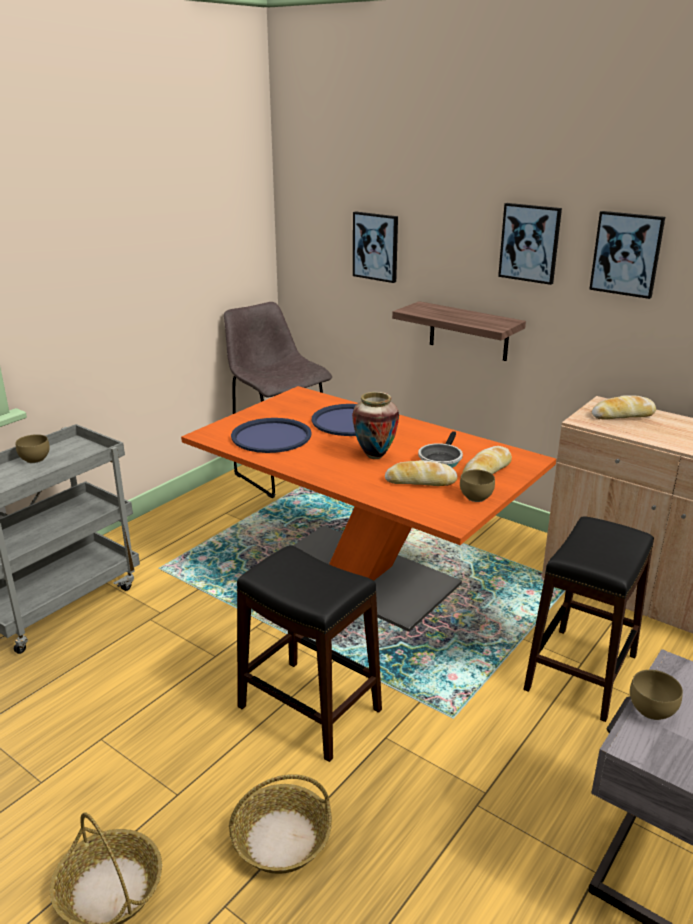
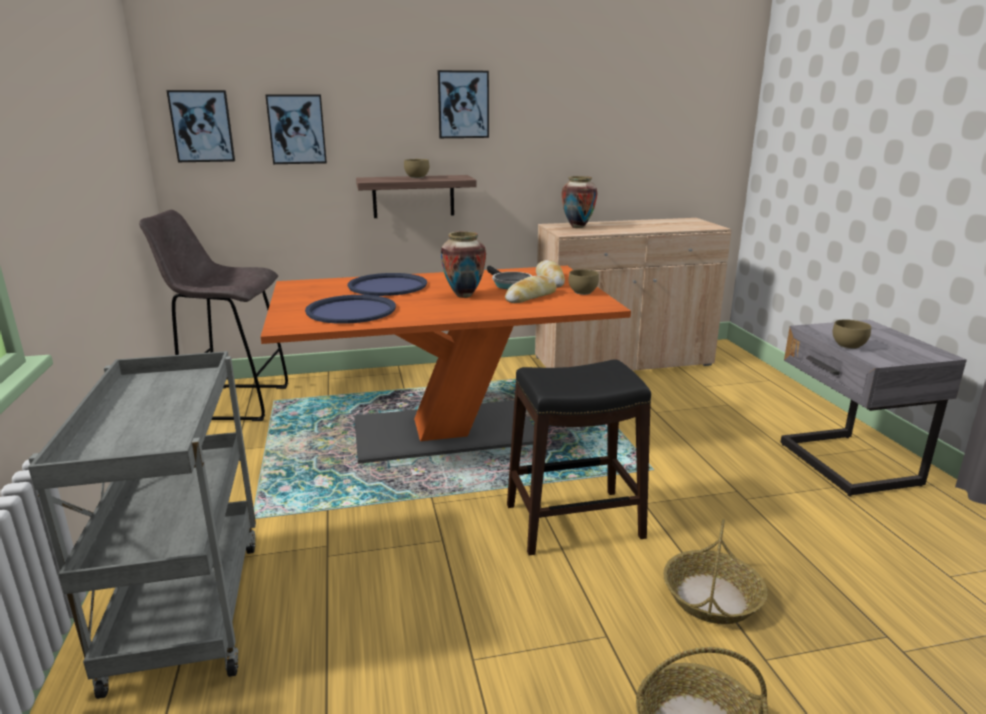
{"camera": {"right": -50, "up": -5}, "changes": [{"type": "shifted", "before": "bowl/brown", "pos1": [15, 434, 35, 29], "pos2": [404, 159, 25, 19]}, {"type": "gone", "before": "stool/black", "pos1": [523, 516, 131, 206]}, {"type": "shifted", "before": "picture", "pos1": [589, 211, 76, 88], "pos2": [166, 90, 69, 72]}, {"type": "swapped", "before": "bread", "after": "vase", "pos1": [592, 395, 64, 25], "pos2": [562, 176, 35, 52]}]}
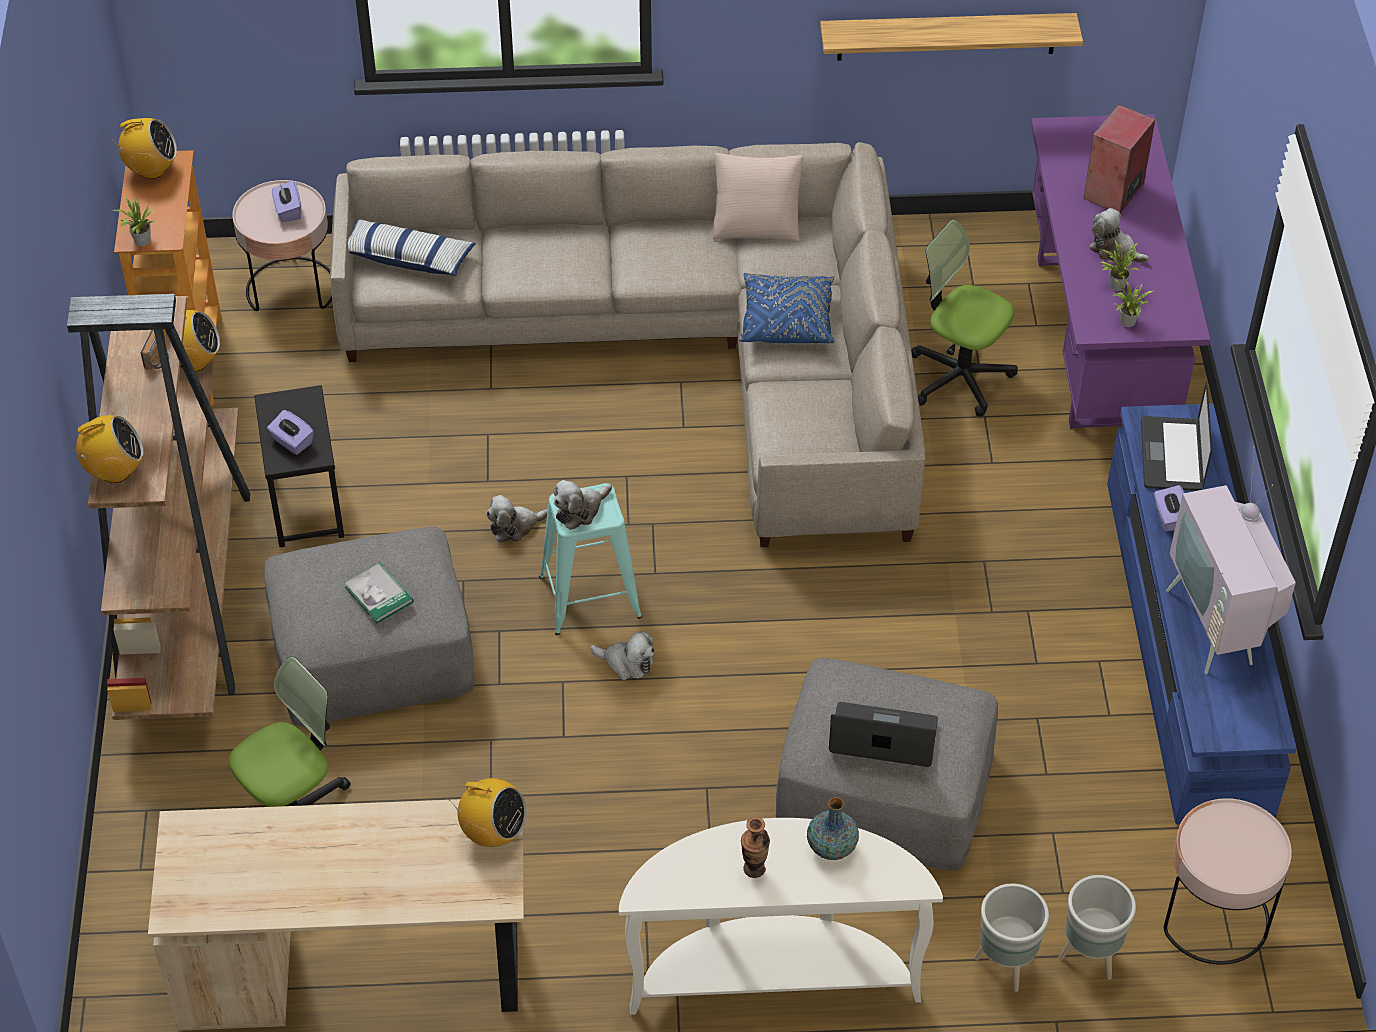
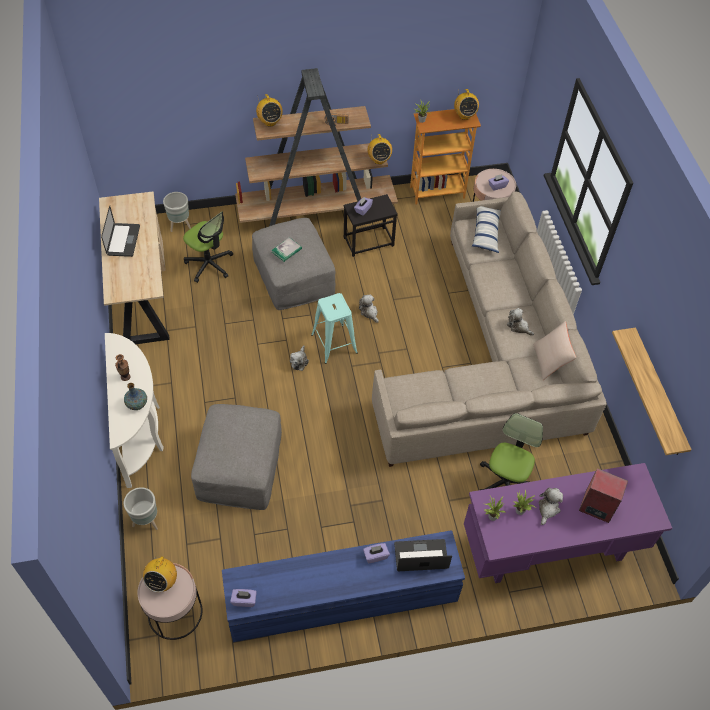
{"camera": {"right": 80, "up": 5}, "changes": [{"type": "shifted", "before": "radio", "pos1": [449, 778, 78, 69], "pos2": [143, 554, 34, 38]}, {"type": "shifted", "before": "plush toy", "pos1": [554, 480, 58, 50], "pos2": [507, 308, 27, 28]}, {"type": "gone", "before": "pillow/blue", "pos1": [739, 273, 95, 70]}, {"type": "shifted", "before": "laptop", "pos1": [829, 702, 109, 65], "pos2": [101, 206, 39, 51]}, {"type": "shifted", "before": "planter/grey", "pos1": [1058, 875, 78, 105], "pos2": [163, 192, 28, 40]}, {"type": "gone", "before": "television", "pos1": [1166, 446, 130, 228]}, {"type": "new", "after": "tissue box/purple", "pos2": [230, 589, 27, 18]}]}
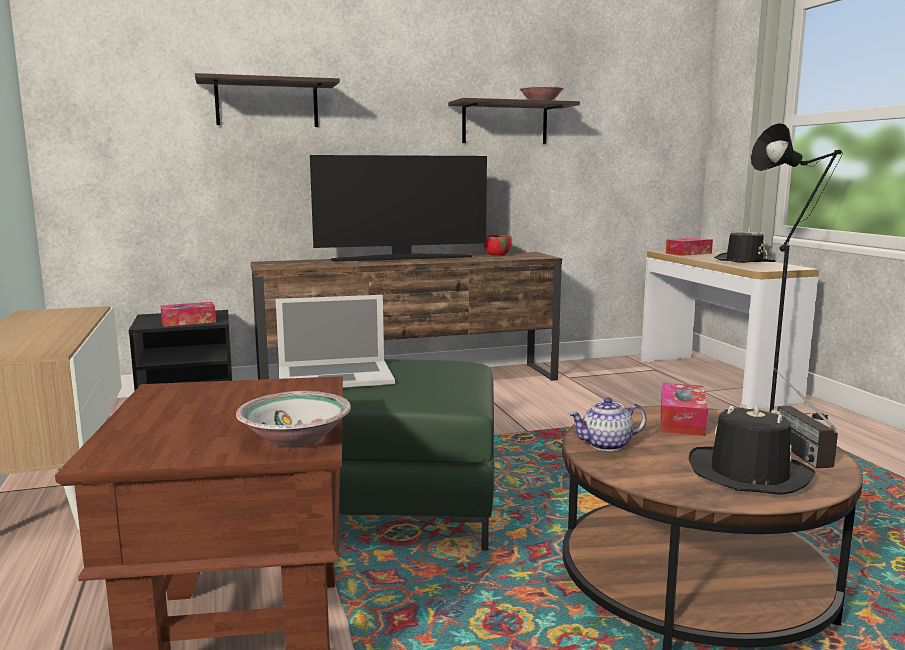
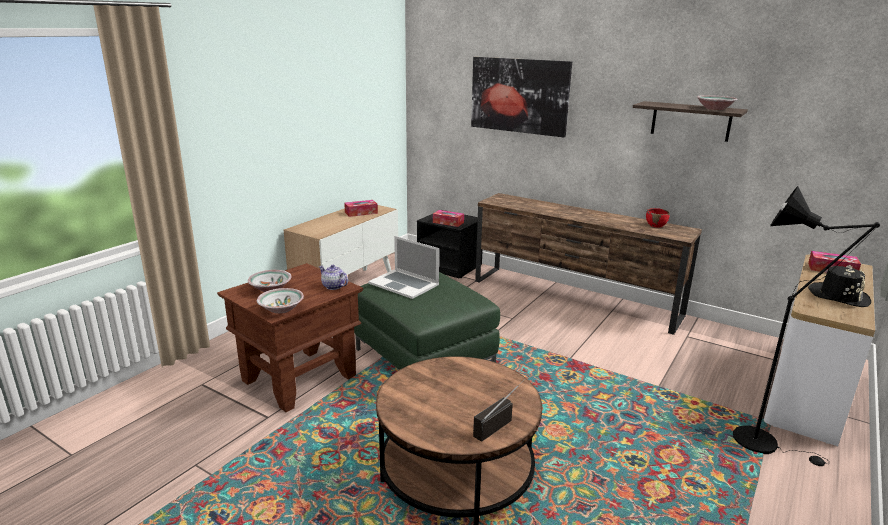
{"camera": {"right": 50, "up": 10}, "changes": [{"type": "swapped", "before": "shelf", "after": "picture", "pos1": [195, 73, 145, 54], "pos2": [471, 57, 101, 80]}, {"type": "gone", "before": "television", "pos1": [310, 155, 177, 107]}, {"type": "shifted", "before": "teapot", "pos1": [568, 397, 79, 54], "pos2": [319, 265, 29, 25]}, {"type": "shifted", "before": "tissue box", "pos1": [661, 383, 47, 53], "pos2": [344, 200, 34, 17]}, {"type": "gone", "before": "hat/black", "pos1": [689, 404, 127, 91]}, {"type": "new", "after": "bowl", "pos2": [248, 270, 44, 22]}]}
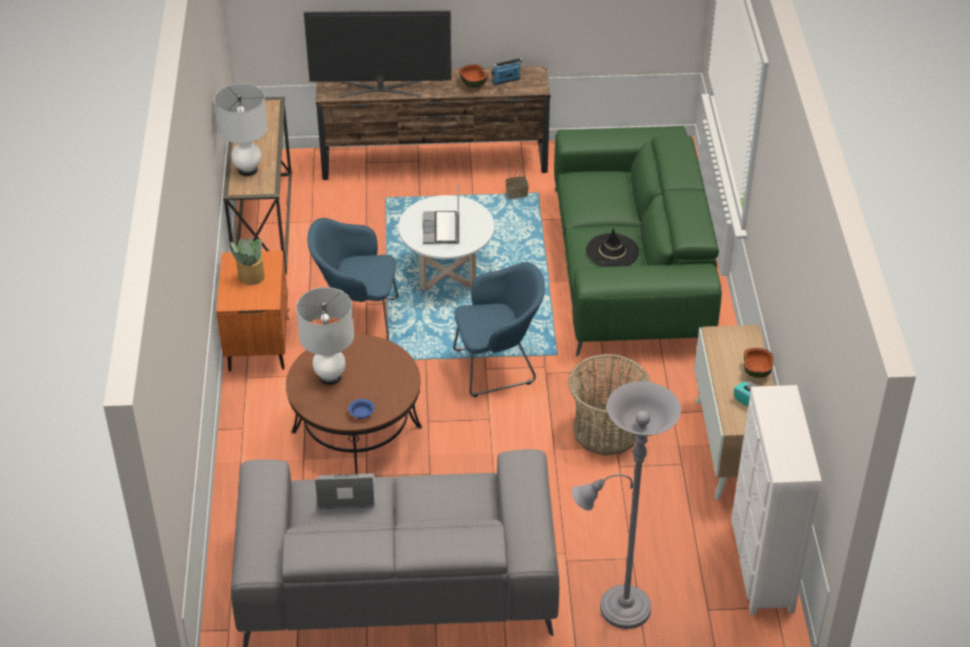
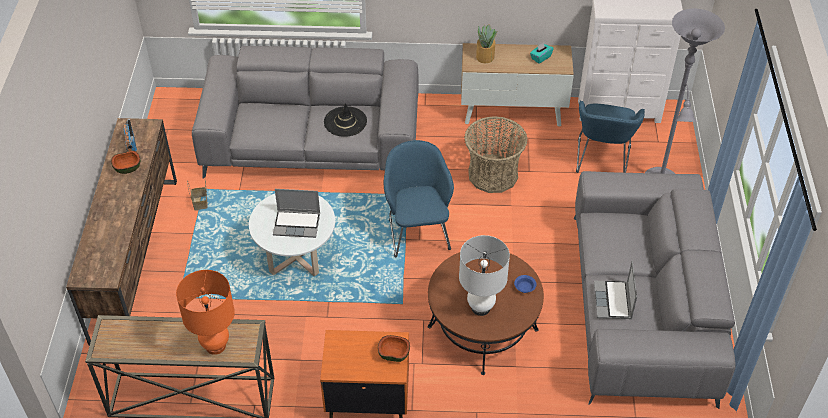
{"camera": {"right": -85, "up": 5}, "changes": [{"type": "repainted", "before": "table lamp/white", "after": "table lamp/orange", "pos1": [214, 83, 54, 93], "pos2": [176, 270, 59, 85]}, {"type": "shifted", "before": "potted plant", "pos1": [231, 237, 34, 48], "pos2": [476, 24, 21, 39]}, {"type": "gone", "before": "television", "pos1": [304, 10, 148, 87]}, {"type": "shifted", "before": "armchair/blue", "pos1": [307, 218, 91, 122], "pos2": [576, 100, 69, 73]}, {"type": "repainted", "before": "sofa/green", "after": "sofa/grey", "pos1": [554, 126, 168, 231], "pos2": [192, 46, 227, 133]}, {"type": "shifted", "before": "bowl", "pos1": [744, 348, 30, 30], "pos2": [378, 335, 32, 27]}]}
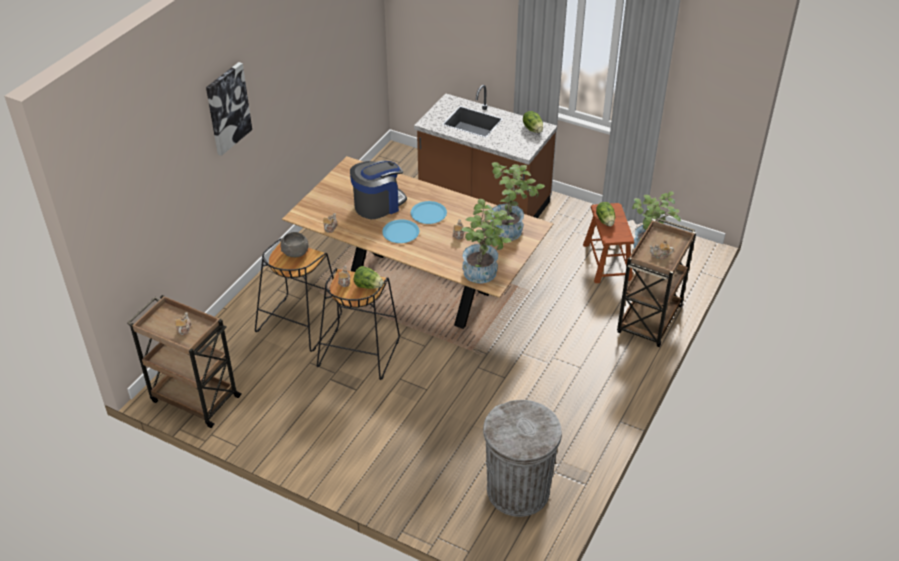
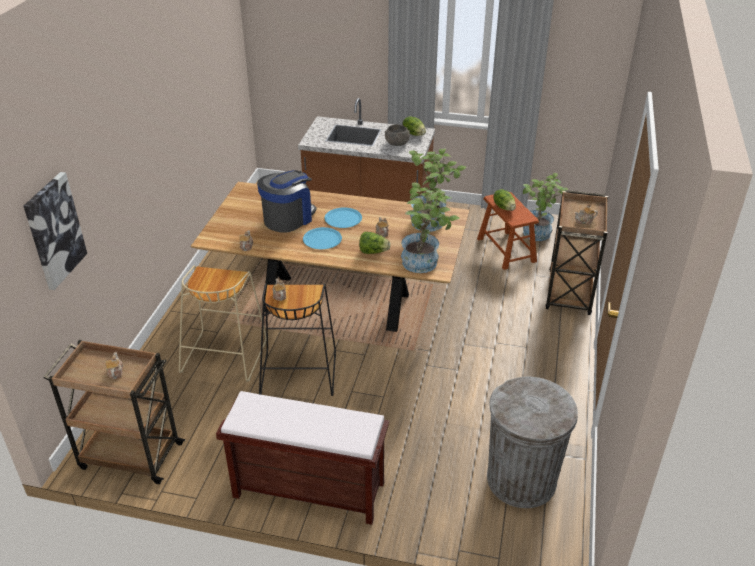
{"camera": {"right": -15, "up": -5}, "changes": [{"type": "shifted", "before": "picture", "pos1": [206, 62, 46, 94], "pos2": [23, 172, 64, 118]}, {"type": "repainted", "before": "stool/black", "after": "stool/beige", "pos1": [255, 238, 87, 114], "pos2": [179, 265, 87, 117]}, {"type": "shifted", "before": "bowl/grey", "pos1": [280, 232, 28, 25], "pos2": [385, 124, 25, 22]}, {"type": "shifted", "before": "lettuce", "pos1": [354, 266, 30, 23], "pos2": [359, 232, 32, 22]}, {"type": "new", "after": "bench/brown", "pos2": [216, 391, 173, 134]}]}
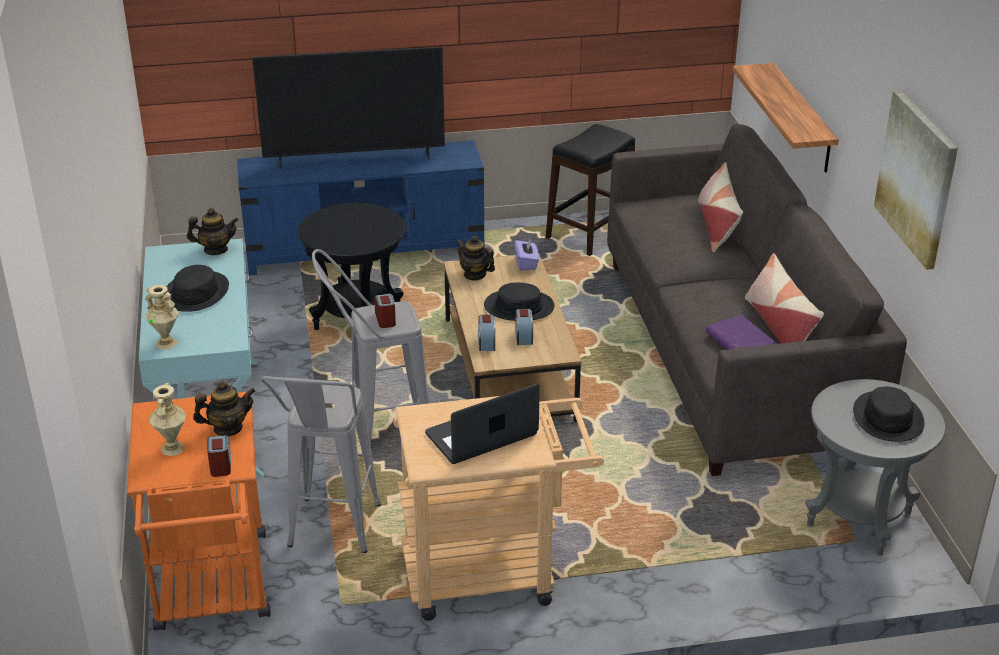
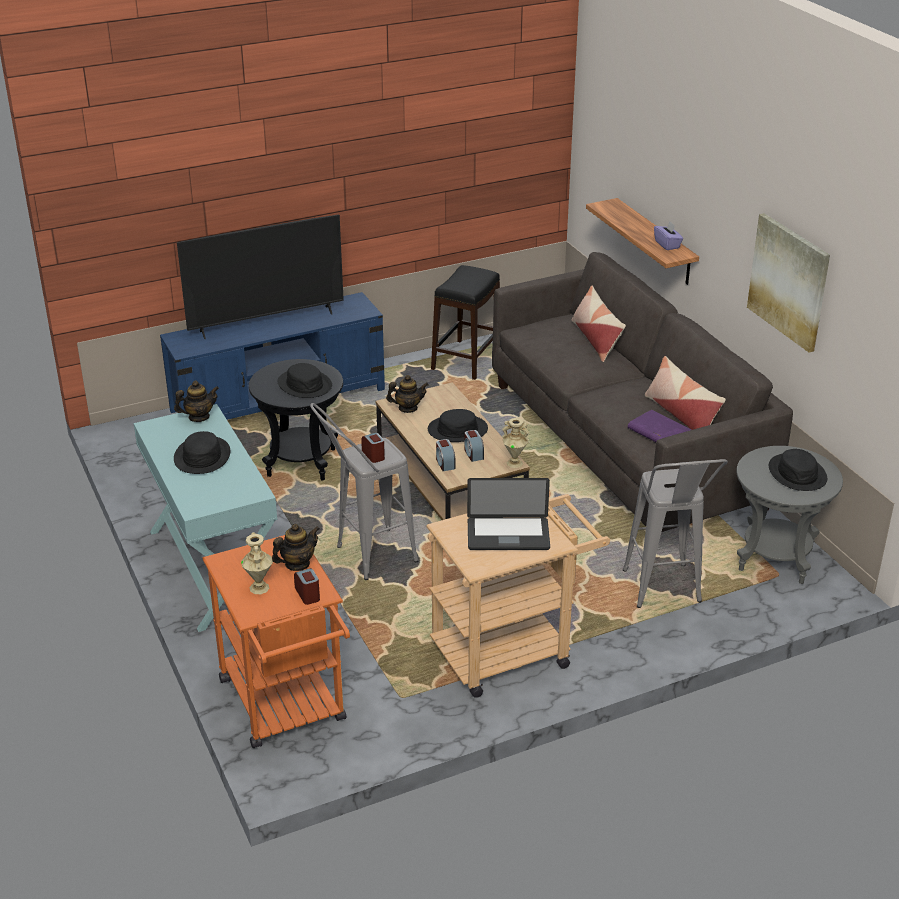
{"camera": {"right": -15, "up": 0}, "changes": [{"type": "shifted", "before": "vase/beige", "pos1": [145, 285, 34, 65], "pos2": [502, 418, 27, 50]}, {"type": "shifted", "before": "stool/grey", "pos1": [260, 376, 121, 177], "pos2": [623, 459, 105, 149]}, {"type": "rotated", "before": "laptop", "pos1": [425, 384, 115, 80], "pos2": [467, 478, 83, 72], "turn": -135}, {"type": "rotated", "before": "teapot", "pos1": [456, 236, 39, 45], "pos2": [386, 375, 43, 38], "turn": 150}, {"type": "shifted", "before": "tissue box/purple", "pos1": [515, 239, 24, 32], "pos2": [654, 222, 29, 28]}, {"type": "new", "after": "hat/black", "pos2": [277, 363, 55, 35]}]}
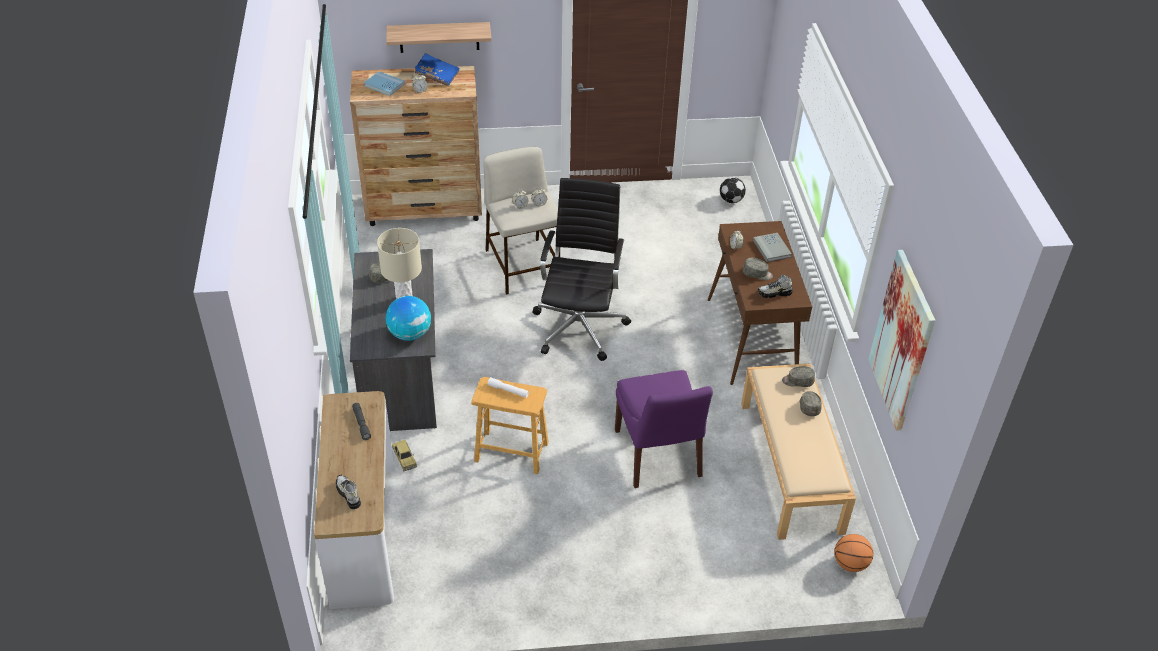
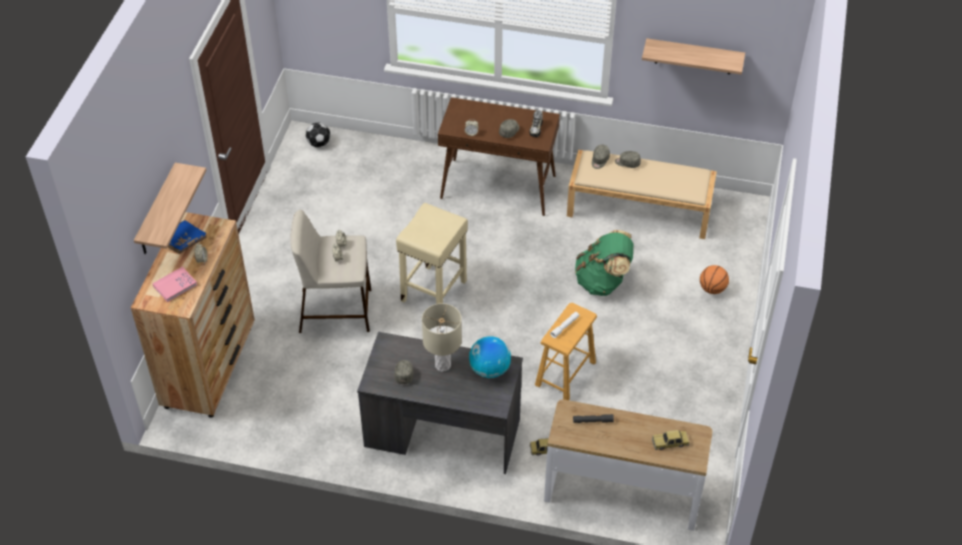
{"camera": {"right": -70, "up": 5}, "changes": [{"type": "swapped", "before": "shoe", "after": "toy car", "pos1": [336, 474, 25, 35], "pos2": [652, 430, 38, 20]}, {"type": "repainted", "before": "book/blue", "after": "book/pink", "pos1": [364, 71, 41, 25], "pos2": [152, 267, 45, 35]}, {"type": "swapped", "before": "office chair/black", "after": "stool/beige", "pos1": [533, 178, 98, 183], "pos2": [396, 203, 72, 101]}, {"type": "swapped", "before": "chair/purple", "after": "backpack/green", "pos1": [615, 370, 98, 118], "pos2": [575, 230, 58, 66]}, {"type": "gone", "before": "book/grey", "pos1": [753, 233, 39, 29]}, {"type": "shifted", "before": "basketball", "pos1": [834, 534, 39, 38], "pos2": [700, 265, 29, 29]}, {"type": "swapped", "before": "picture", "after": "shelf", "pos1": [868, 250, 67, 181], "pos2": [642, 38, 103, 37]}]}
